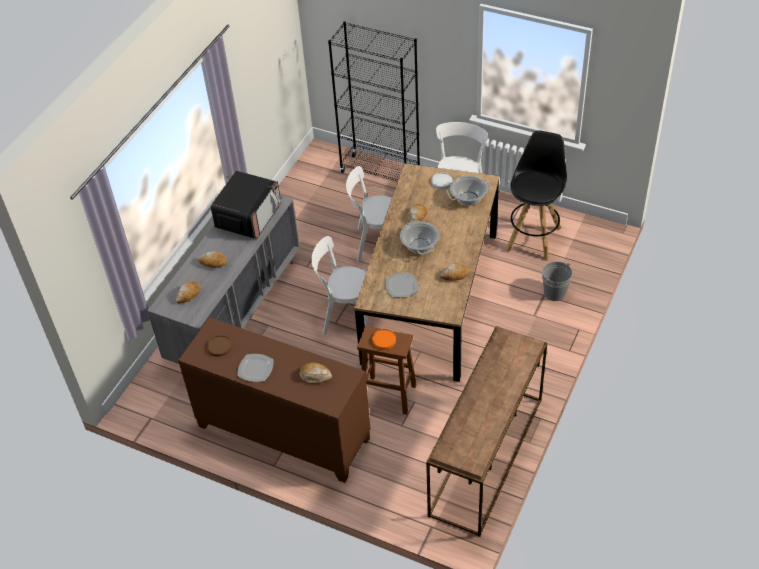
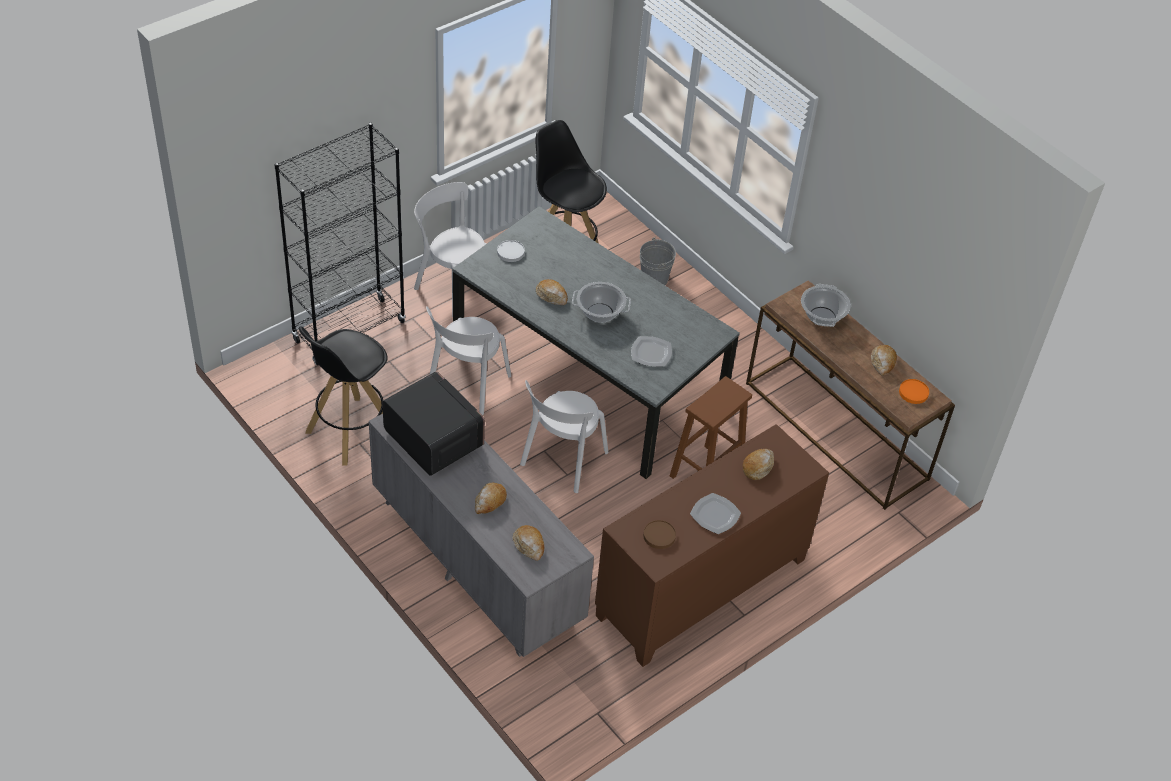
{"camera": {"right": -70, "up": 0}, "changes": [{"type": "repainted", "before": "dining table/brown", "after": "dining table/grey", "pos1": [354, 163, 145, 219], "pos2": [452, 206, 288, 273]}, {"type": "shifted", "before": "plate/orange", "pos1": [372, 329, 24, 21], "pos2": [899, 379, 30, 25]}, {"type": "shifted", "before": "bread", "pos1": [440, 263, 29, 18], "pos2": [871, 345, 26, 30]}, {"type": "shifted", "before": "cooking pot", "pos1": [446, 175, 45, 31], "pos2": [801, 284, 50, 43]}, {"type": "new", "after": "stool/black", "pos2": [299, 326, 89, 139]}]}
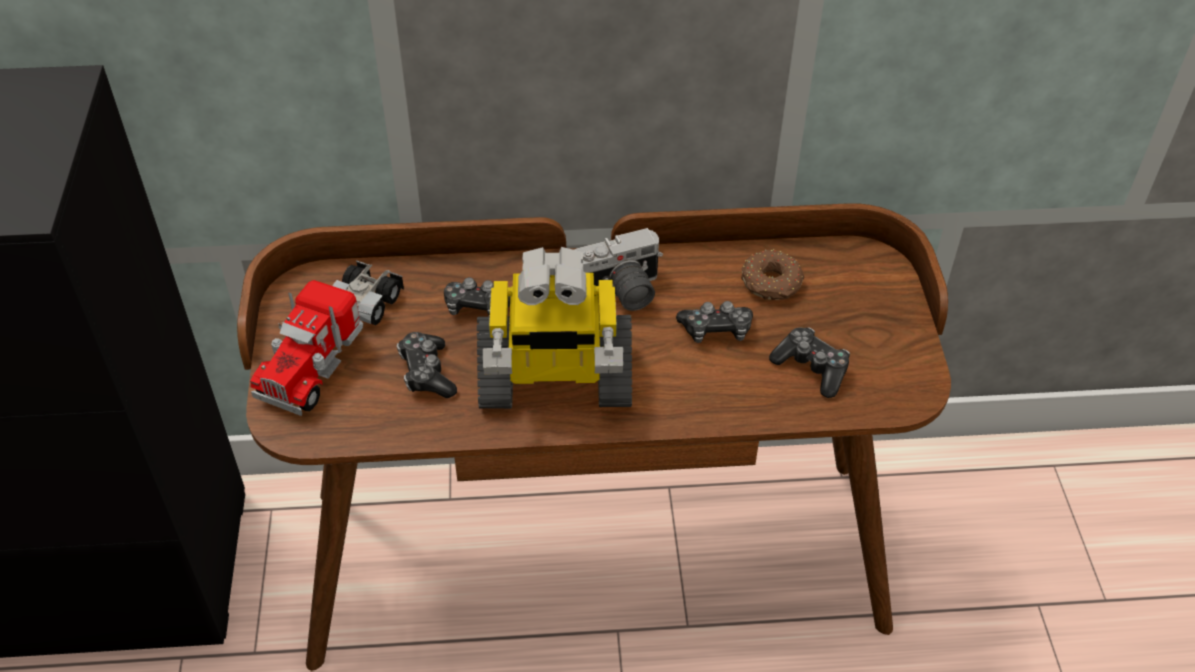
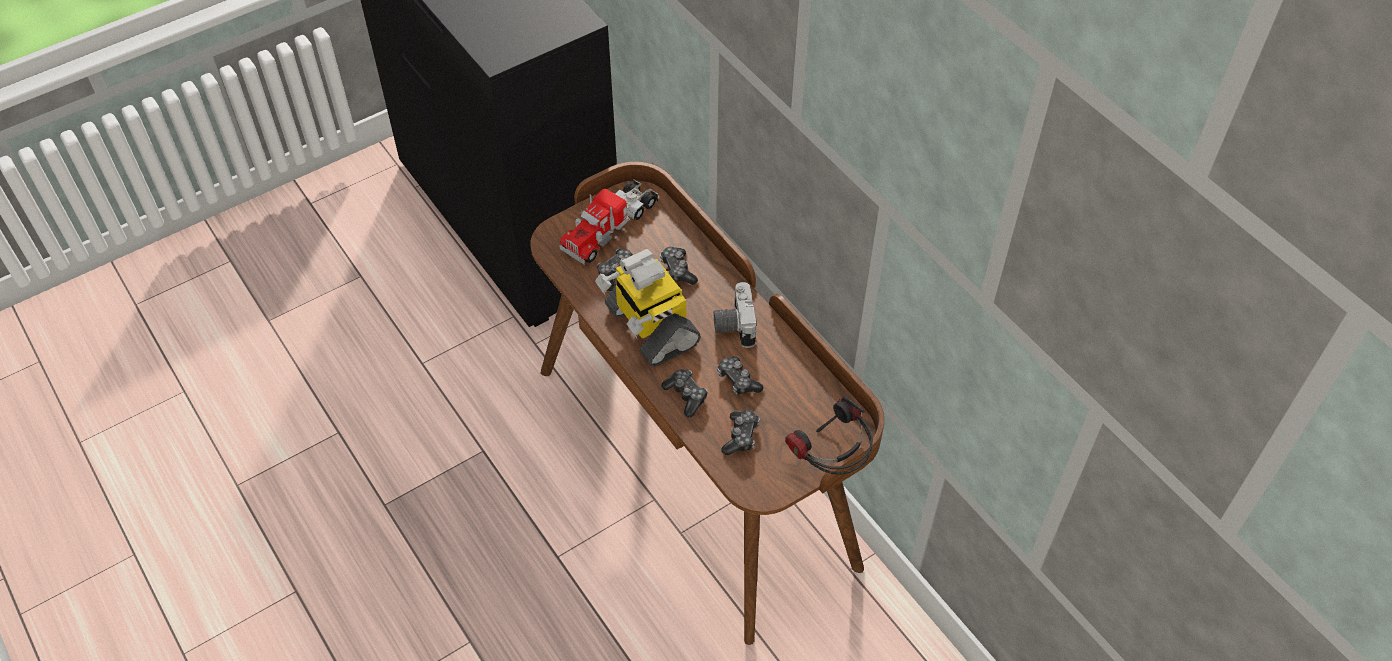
{"camera": {"right": 60, "up": 5}, "changes": [{"type": "rotated", "before": "toy truck", "pos1": [250, 260, 154, 156], "pos2": [560, 179, 98, 86], "turn": -45}, {"type": "rotated", "before": "photo camera", "pos1": [575, 228, 88, 83], "pos2": [714, 282, 43, 66], "turn": 45}, {"type": "gone", "before": "donut", "pos1": [741, 249, 63, 51]}, {"type": "new", "after": "game controller", "pos2": [661, 369, 47, 48]}, {"type": "new", "after": "headphones", "pos2": [785, 396, 88, 79]}]}
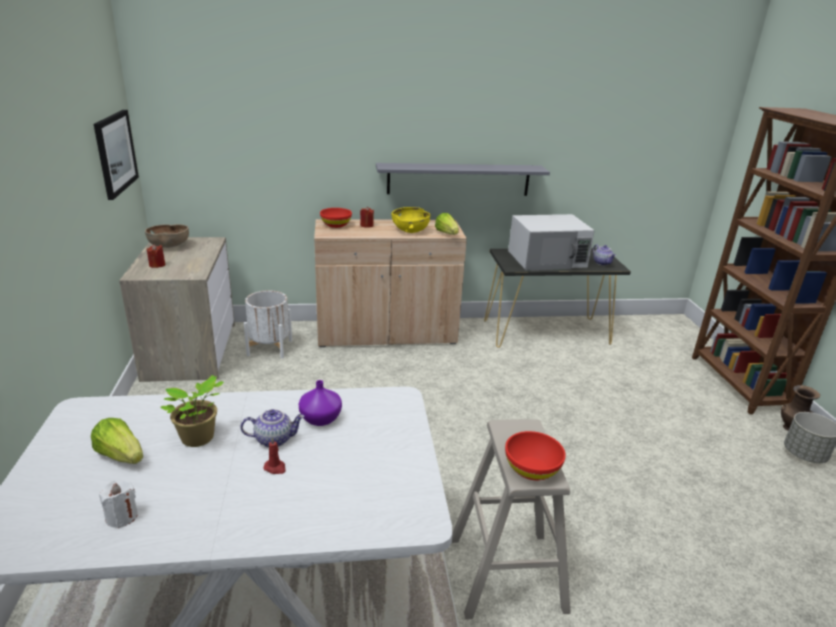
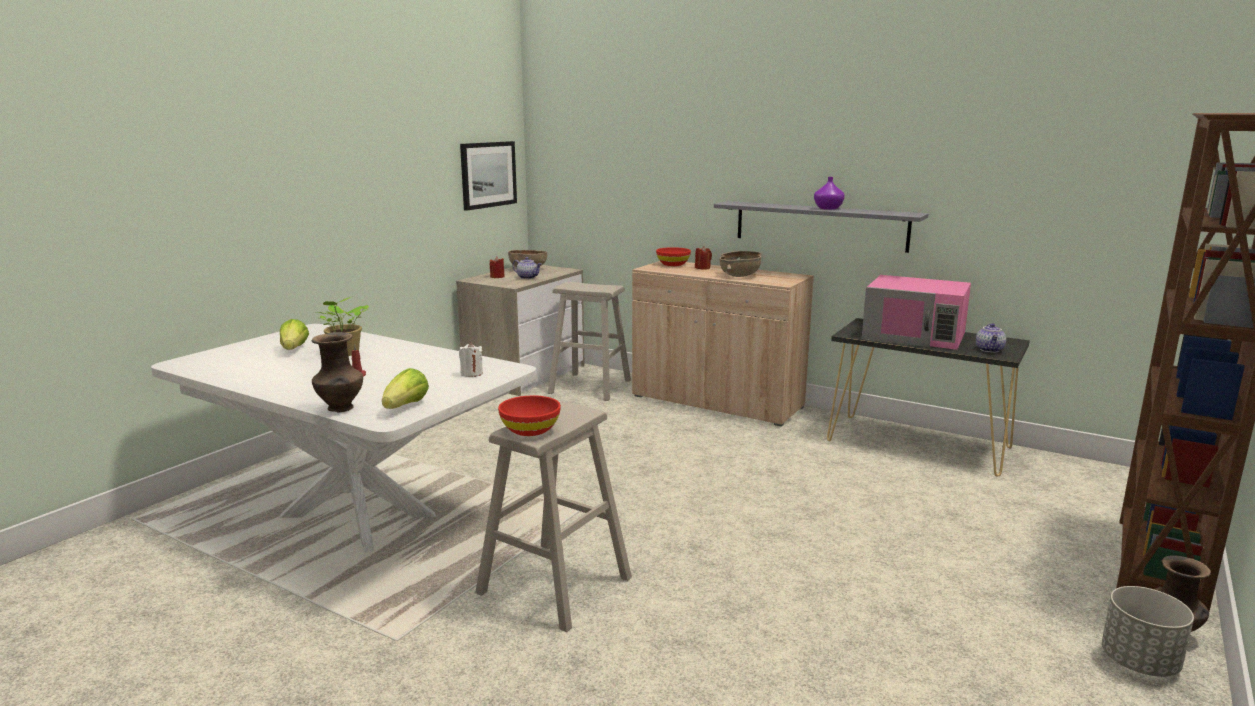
{"camera": {"right": 40, "up": -10}, "changes": [{"type": "shifted", "before": "candle/white", "pos1": [99, 480, 39, 49], "pos2": [459, 342, 24, 35]}, {"type": "shifted", "before": "teapot", "pos1": [241, 409, 64, 39], "pos2": [512, 257, 29, 22]}, {"type": "swapped", "before": "planter/white", "after": "stool/beige", "pos1": [244, 290, 48, 69], "pos2": [548, 282, 83, 119]}, {"type": "shifted", "before": "vase/purple", "pos1": [298, 380, 44, 46], "pos2": [814, 177, 31, 33]}, {"type": "repainted", "before": "bowl/yellow", "after": "bowl/brown", "pos1": [391, 207, 39, 26], "pos2": [719, 251, 42, 26]}, {"type": "shifted", "before": "lettuce", "pos1": [435, 213, 24, 22], "pos2": [382, 368, 47, 41]}, {"type": "repainted", "before": "microwave/white", "after": "microwave/pink", "pos1": [508, 214, 87, 57], "pos2": [862, 275, 109, 75]}, {"type": "new", "after": "vase/brown", "pos2": [311, 332, 52, 80]}]}
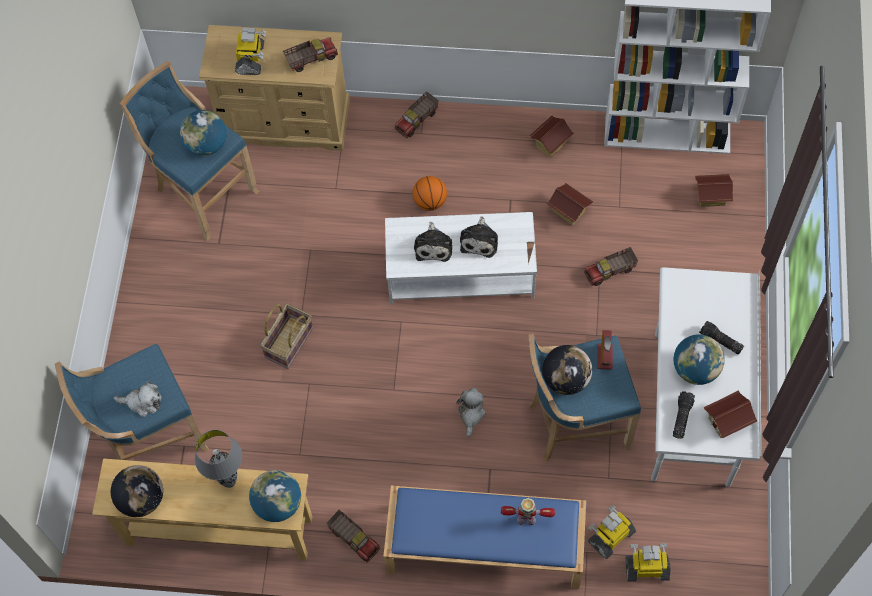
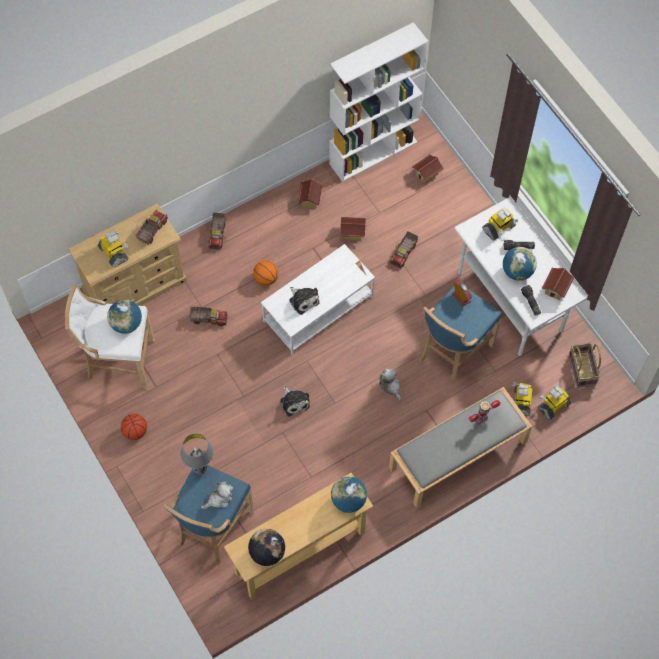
{"camera": {"right": -40, "up": 0}, "changes": [{"type": "repainted", "before": "stool/blue", "after": "stool/white", "pos1": [120, 61, 140, 180], "pos2": [65, 284, 90, 106]}, {"type": "shifted", "before": "table lamp/grey", "pos1": [195, 430, 47, 58], "pos2": [180, 434, 34, 41]}, {"type": "shifted", "before": "basket", "pos1": [260, 304, 53, 65], "pos2": [569, 343, 32, 45]}, {"type": "shifted", "before": "toy truck", "pos1": [327, 509, 53, 53], "pos2": [189, 306, 39, 20]}, {"type": "repainted", "before": "bench/blue", "after": "bench/grey", "pos1": [383, 486, 204, 103], "pos2": [389, 387, 143, 121]}, {"type": "shifted", "before": "plush toy", "pos1": [460, 216, 38, 42], "pos2": [280, 386, 30, 30]}, {"type": "gone", "before": "globe", "pos1": [542, 345, 50, 50]}, {"type": "new", "after": "basketball", "pos2": [121, 414, 26, 26]}, {"type": "new", "after": "toy robot", "pos2": [482, 208, 36, 33]}]}
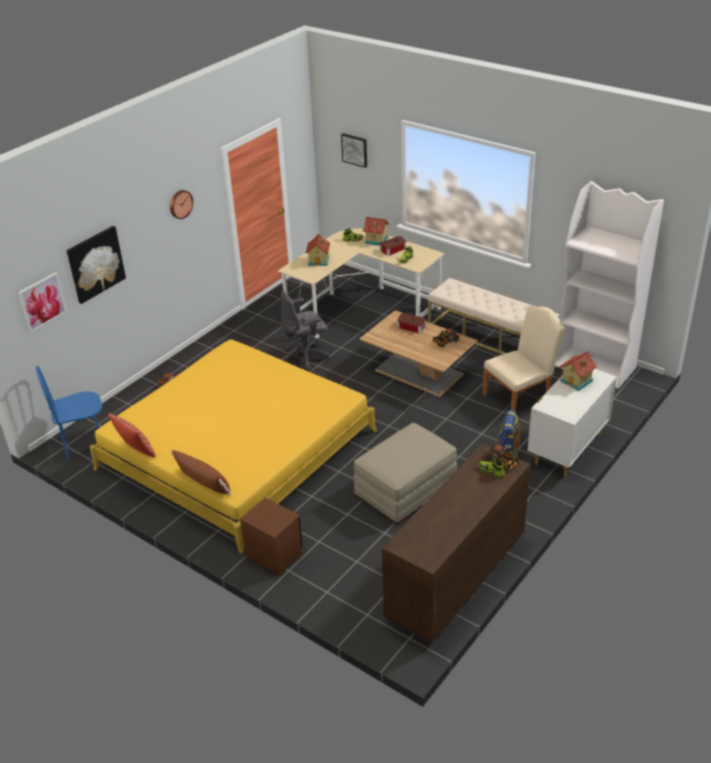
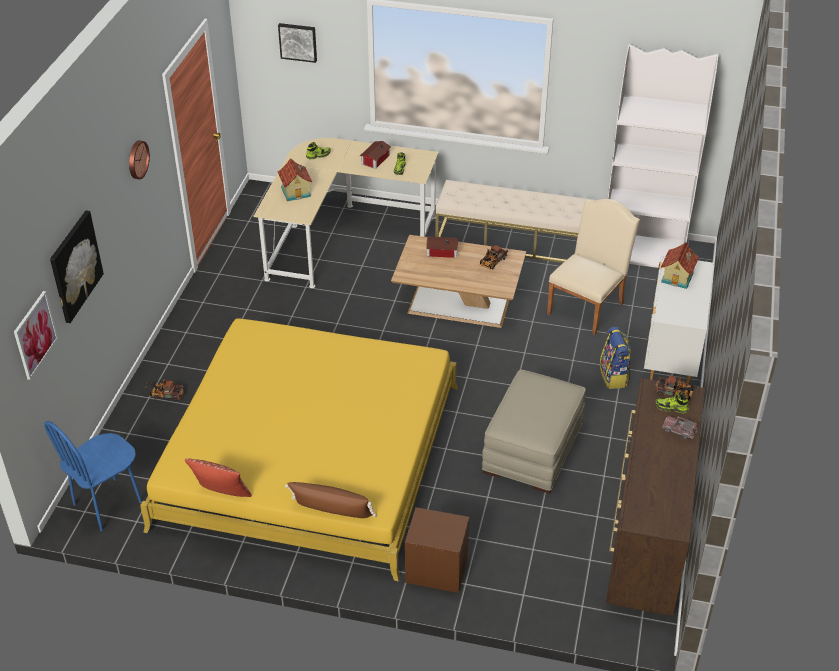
{"camera": {"right": -25, "up": 5}, "changes": [{"type": "gone", "before": "office chair/grey", "pos1": [281, 291, 49, 80]}, {"type": "gone", "before": "toy house", "pos1": [363, 217, 27, 29]}, {"type": "new", "after": "toy truck", "pos2": [662, 416, 36, 23]}]}
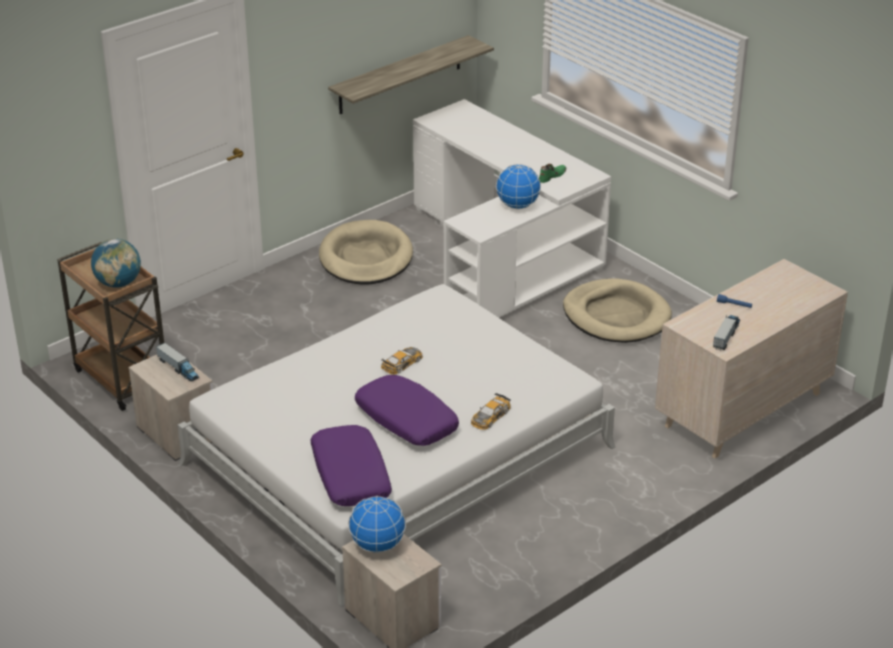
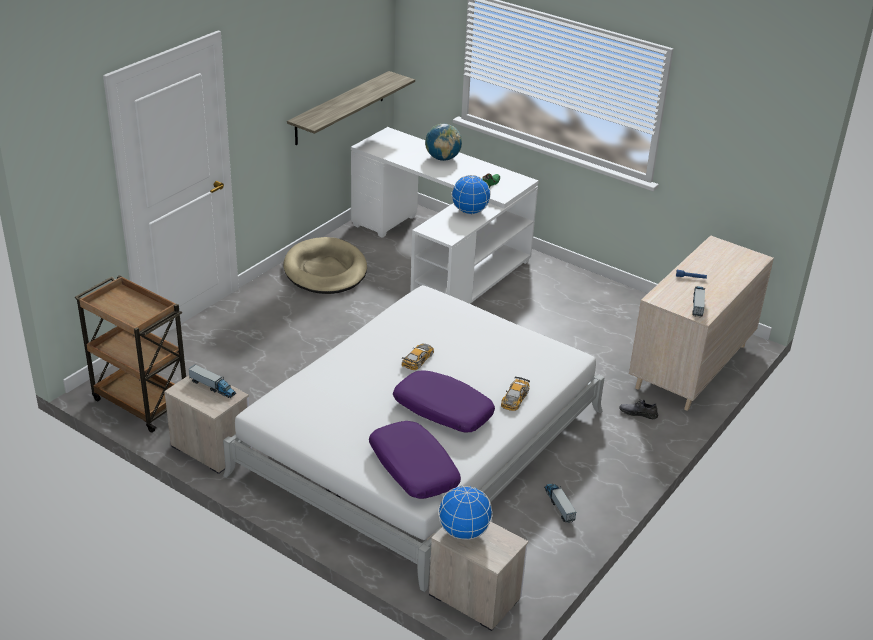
{"camera": {"right": -15, "up": 0}, "changes": [{"type": "shifted", "before": "globe", "pos1": [91, 239, 50, 49], "pos2": [425, 124, 37, 37]}, {"type": "gone", "before": "dog bed/beige", "pos1": [563, 278, 109, 65]}, {"type": "new", "after": "toy truck", "pos2": [544, 484, 32, 39]}, {"type": "new", "after": "shoe/grey", "pos2": [619, 399, 39, 20]}]}
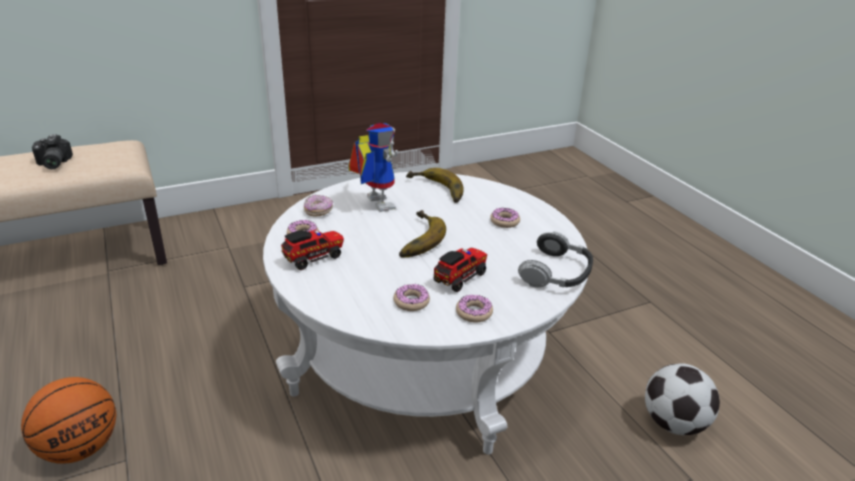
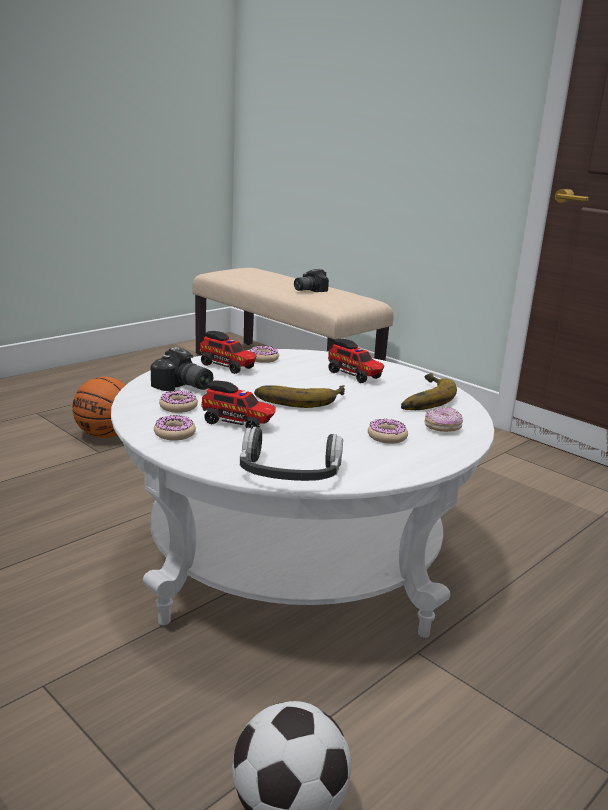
{"camera": {"right": 70, "up": -10}, "changes": [{"type": "shifted", "before": "donut", "pos1": [304, 195, 29, 22], "pos2": [424, 407, 39, 25]}, {"type": "swapped", "before": "toy robot", "after": "toy truck", "pos1": [348, 123, 50, 89], "pos2": [328, 339, 57, 44]}, {"type": "new", "after": "photo camera", "pos2": [151, 347, 62, 44]}]}
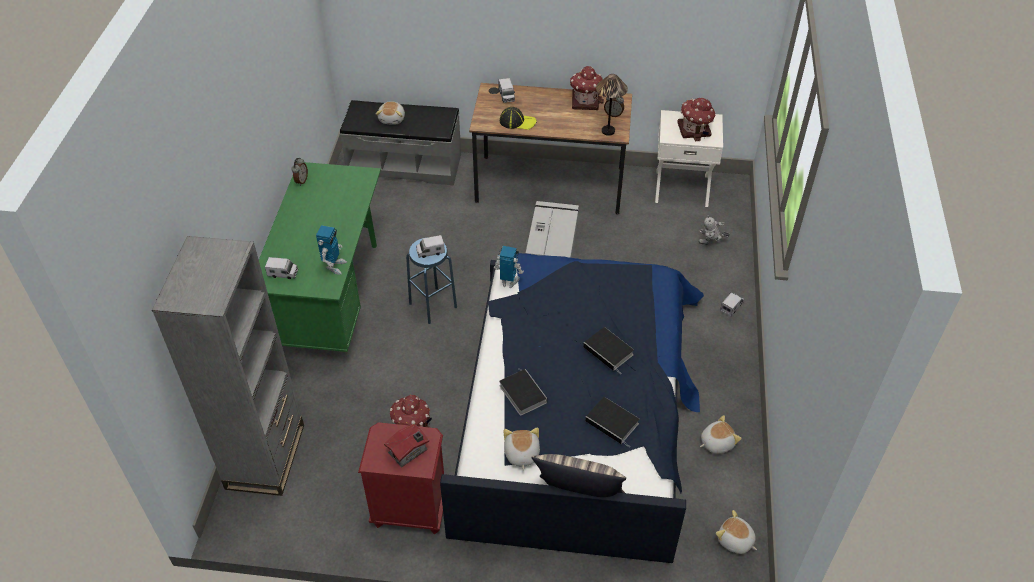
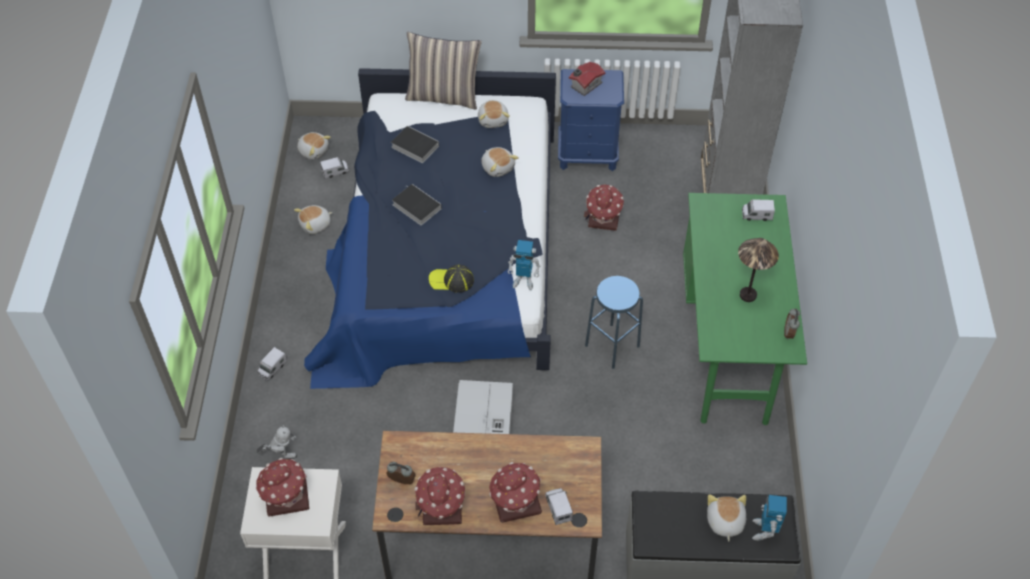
{"camera": {"right": 175, "up": 5}, "changes": [{"type": "shifted", "before": "toy robot", "pos1": [316, 225, 31, 50], "pos2": [752, 495, 35, 46]}, {"type": "repainted", "before": "nightstand/red", "after": "nightstand/blue", "pos1": [358, 422, 86, 112], "pos2": [558, 69, 66, 102]}, {"type": "shifted", "before": "toy truck", "pos1": [416, 235, 29, 23], "pos2": [320, 157, 29, 21]}, {"type": "swapped", "before": "book", "after": "plush toy", "pos1": [499, 369, 48, 47], "pos2": [481, 147, 38, 30]}, {"type": "shifted", "before": "cap", "pos1": [500, 107, 37, 23], "pos2": [429, 264, 45, 29]}, {"type": "shifted", "before": "table lamp", "pos1": [596, 74, 32, 62], "pos2": [738, 238, 41, 64]}, {"type": "new", "after": "toy house", "pos2": [489, 462, 53, 61]}]}
